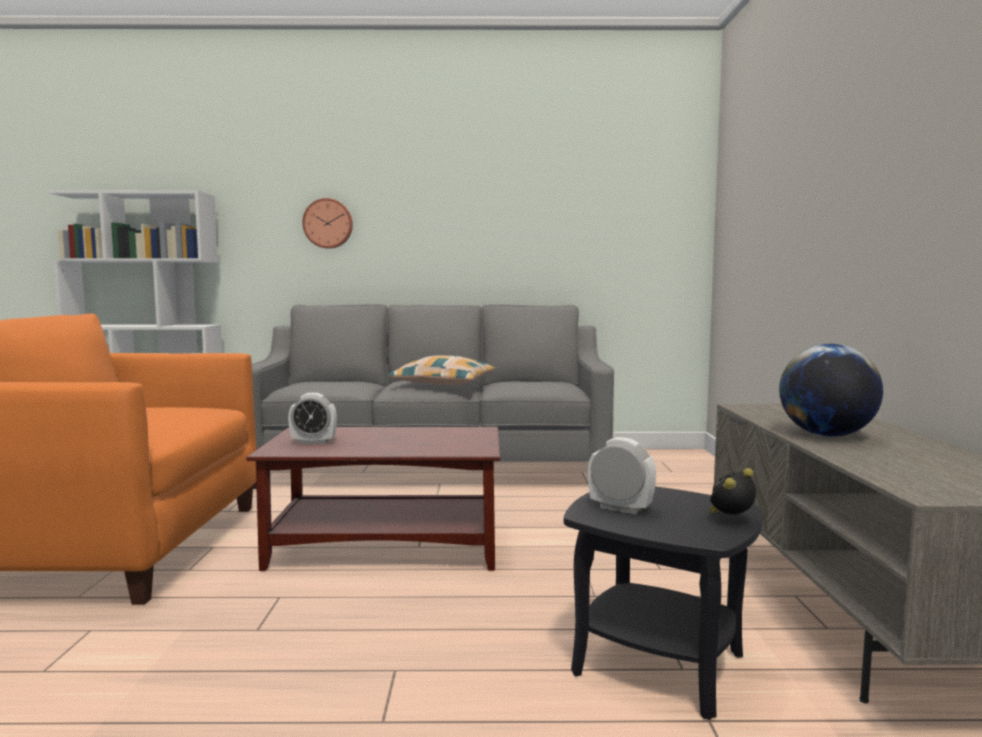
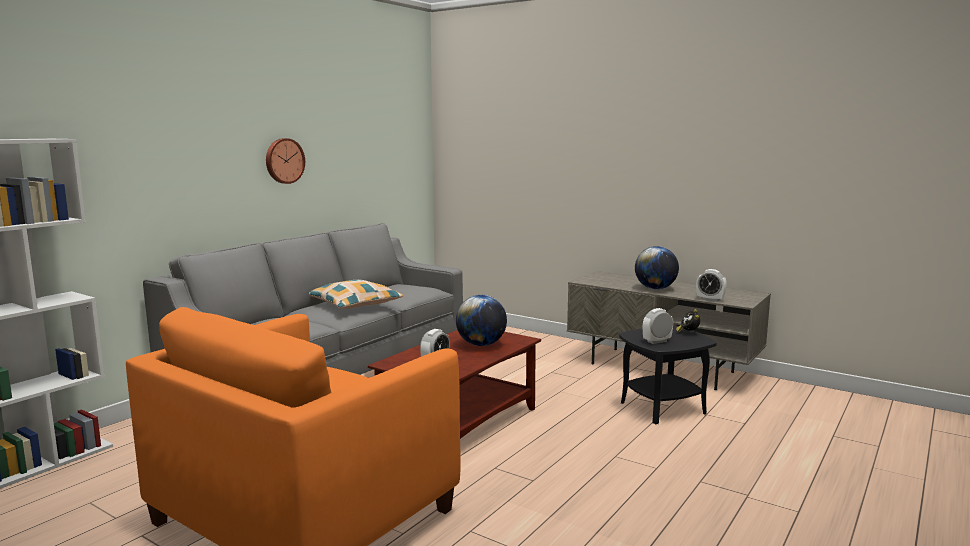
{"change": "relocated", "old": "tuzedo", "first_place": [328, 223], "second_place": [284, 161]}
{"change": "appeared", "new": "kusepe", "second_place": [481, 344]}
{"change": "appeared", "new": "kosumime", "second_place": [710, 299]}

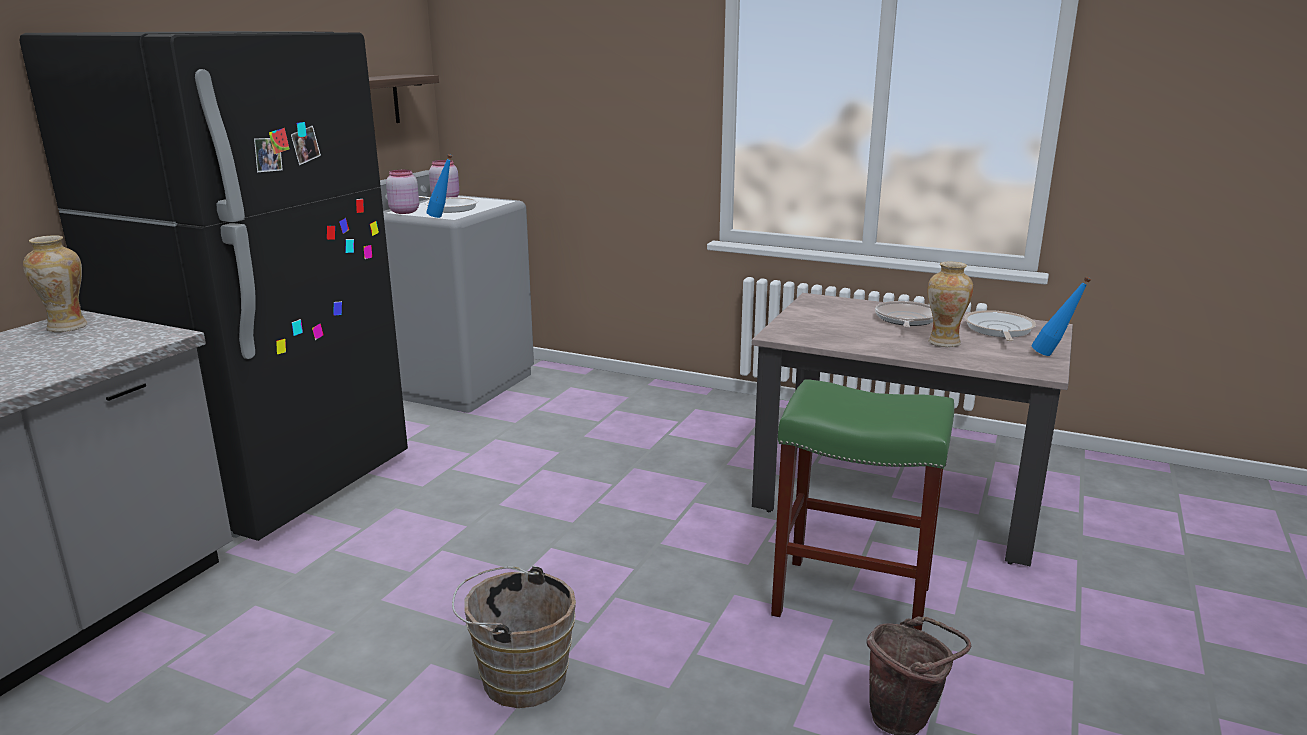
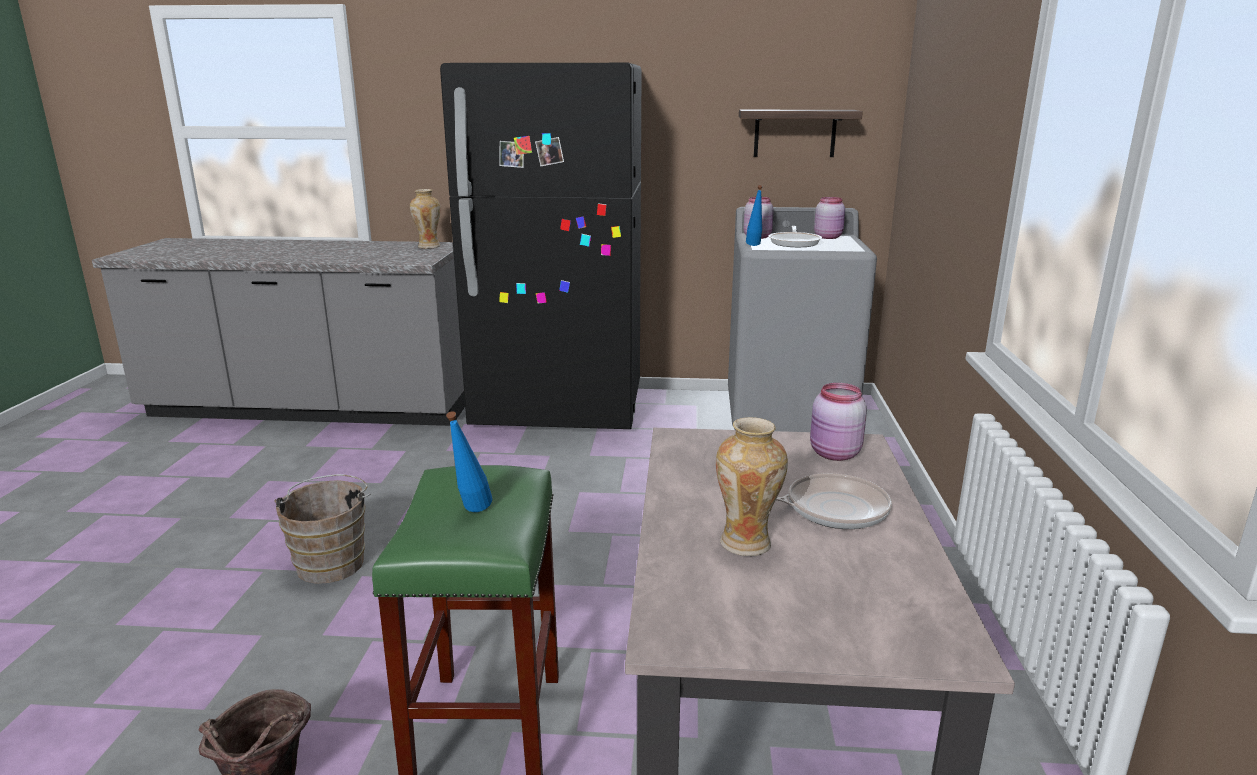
{"change": "relocated", "old": "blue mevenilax", "first_place": [1053, 355], "second_place": [471, 514]}
{"change": "appeared", "new": "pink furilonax", "second_place": [834, 454]}
{"change": "missing", "old": "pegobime", "first_place": [998, 330]}

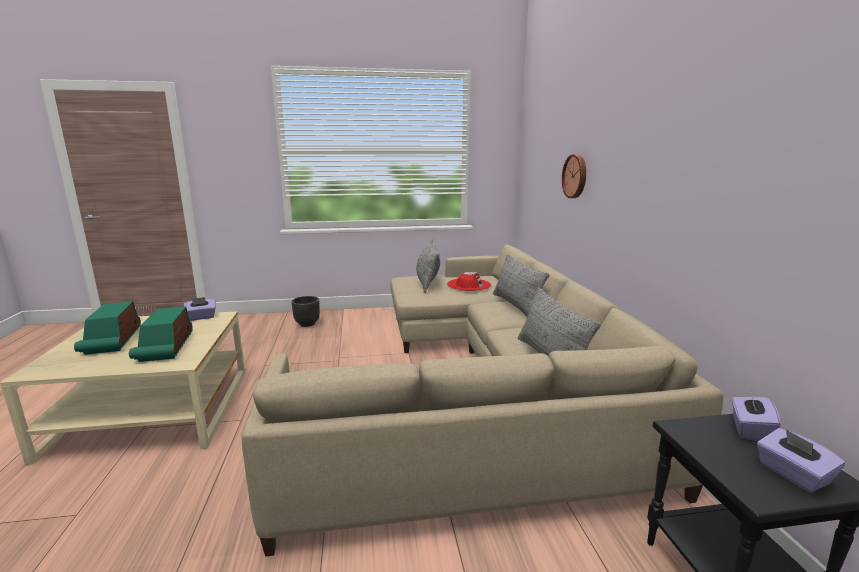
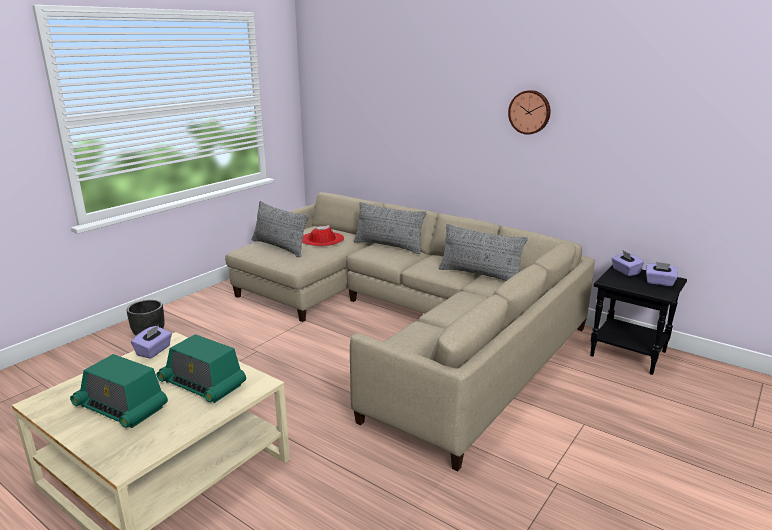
{"change": "relocated", "old": "tuzedo", "first_place": [576, 176], "second_place": [530, 112]}

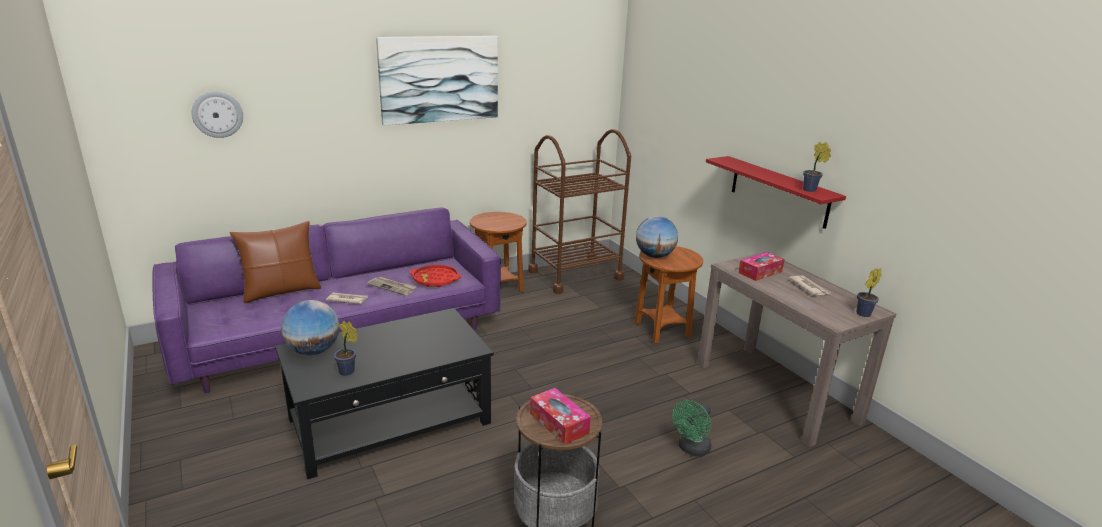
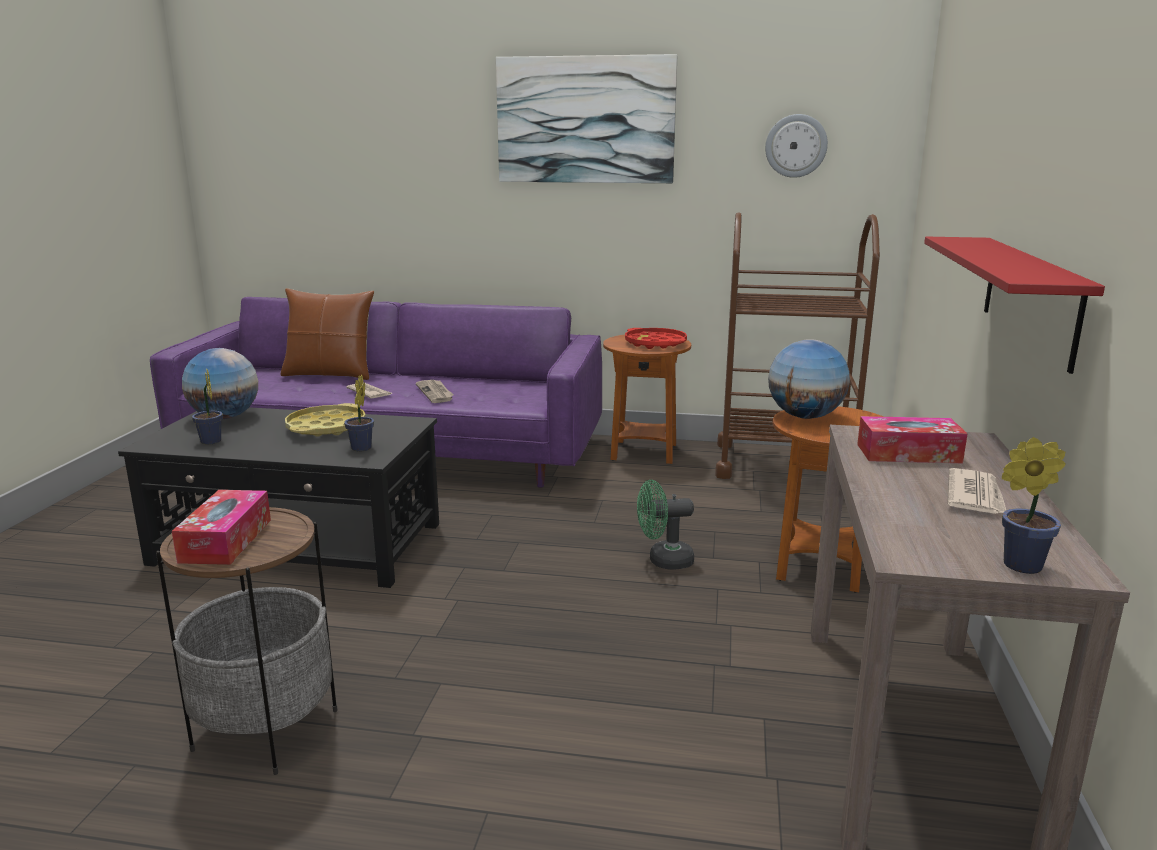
{"change": "appeared", "new": "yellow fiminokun", "second_place": [326, 428]}
{"change": "relocated", "old": "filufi", "first_place": [811, 190], "second_place": [360, 449]}
{"change": "relocated", "old": "red fiminokun", "first_place": [435, 280], "second_place": [655, 343]}
{"change": "relocated", "old": "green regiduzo", "first_place": [691, 449], "second_place": [663, 561]}
{"change": "relocated", "old": "tuzedo", "first_place": [217, 114], "second_place": [796, 146]}

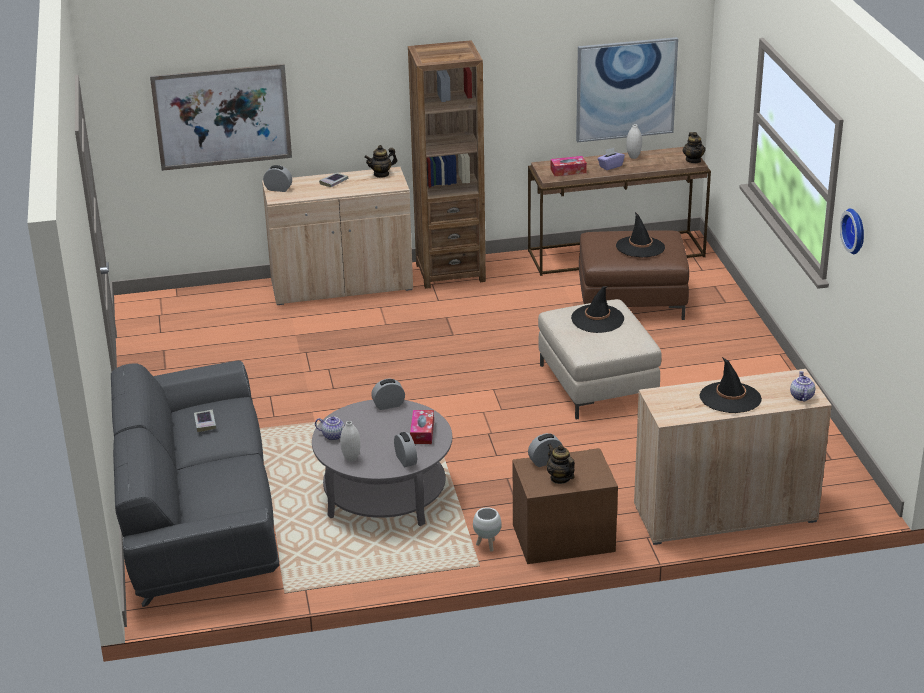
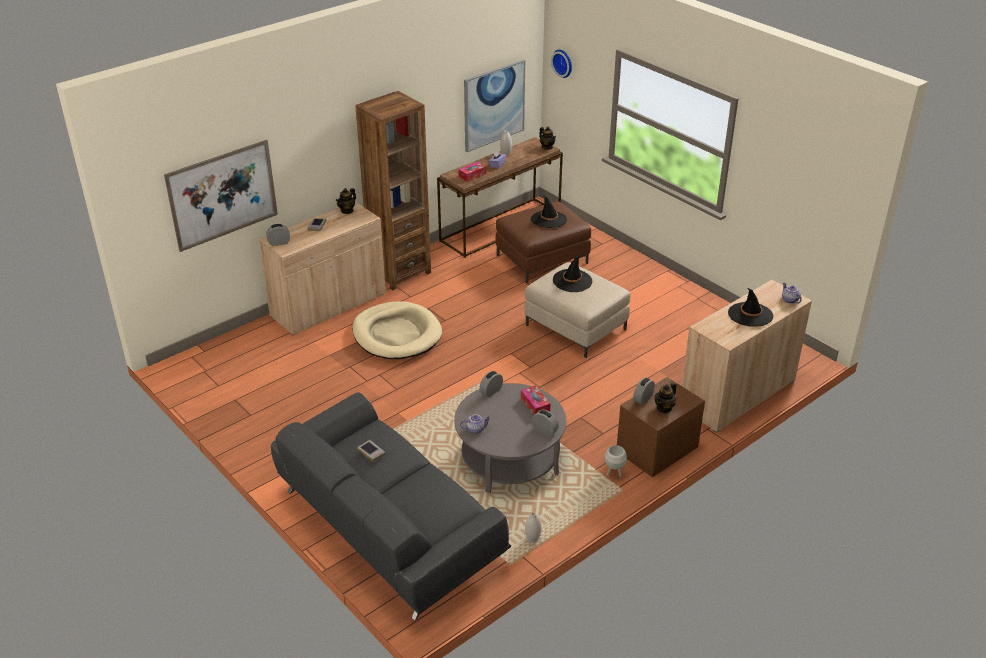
{"change": "appeared", "new": "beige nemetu", "second_place": [396, 334]}
{"change": "relocated", "old": "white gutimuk", "first_place": [351, 459], "second_place": [532, 539]}
{"change": "relocated", "old": "tuzedo", "first_place": [856, 230], "second_place": [563, 63]}
{"change": "spun", "old": "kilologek", "first_place": [560, 478], "second_place": [664, 408], "degrees": -75}

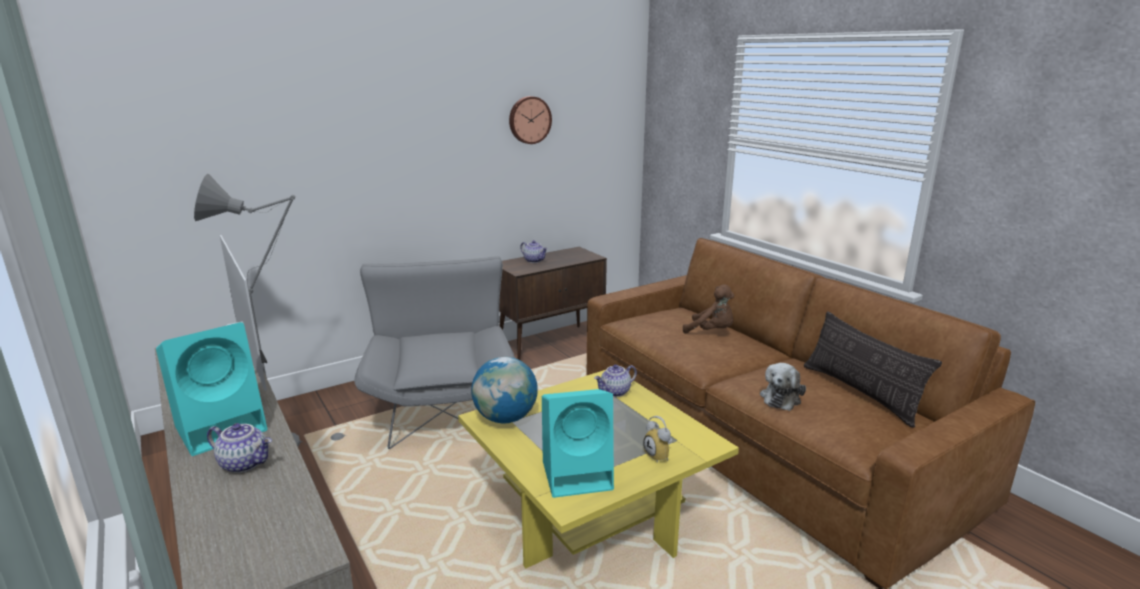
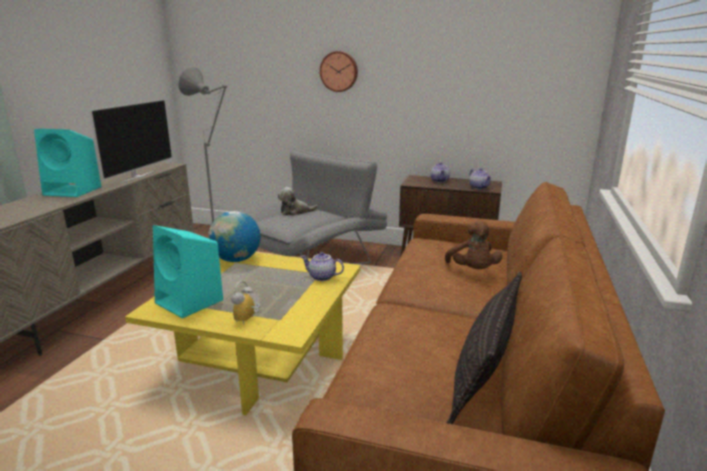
{"change": "relocated", "old": "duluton", "first_place": [781, 397], "second_place": [295, 212]}
{"change": "relocated", "old": "tuzedo", "first_place": [529, 120], "second_place": [339, 71]}
{"change": "relocated", "old": "kilologek", "first_place": [245, 463], "second_place": [479, 187]}

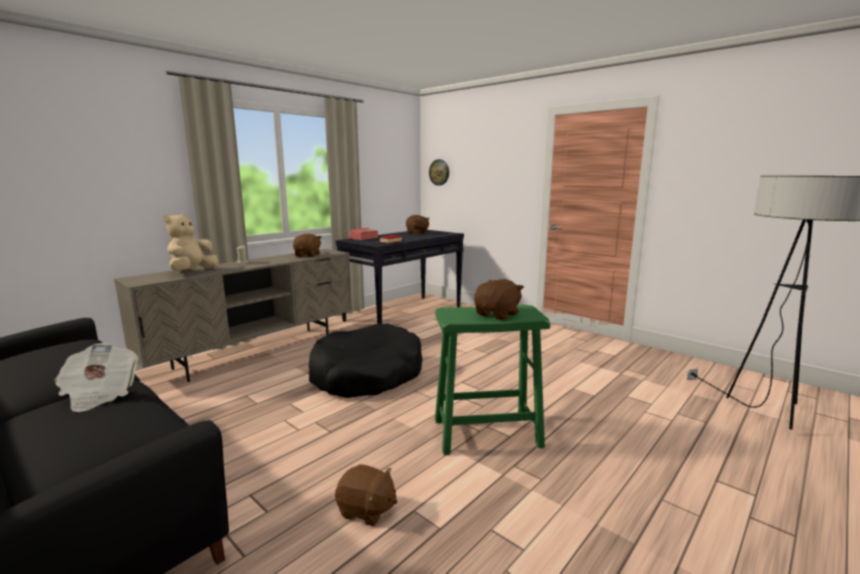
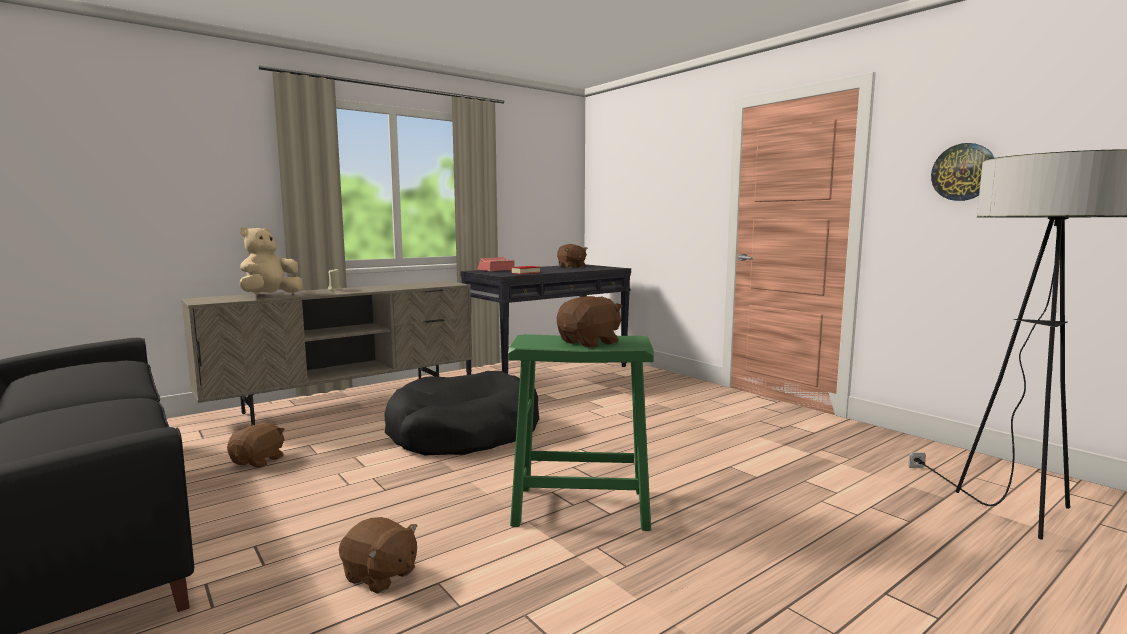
{"change": "relocated", "old": "brown duluton", "first_place": [308, 255], "second_place": [259, 461]}
{"change": "relocated", "old": "tuzedo", "first_place": [439, 172], "second_place": [963, 172]}
{"change": "missing", "old": "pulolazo", "first_place": [100, 393]}

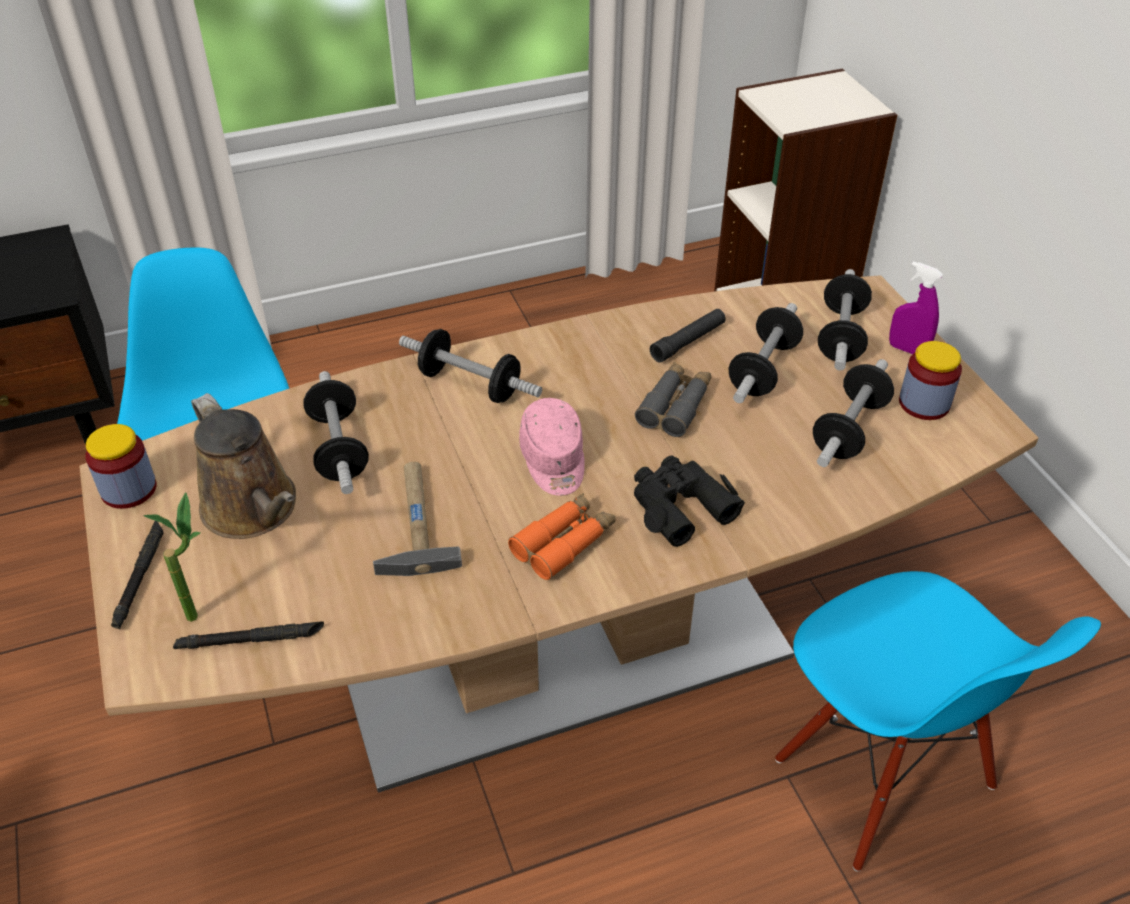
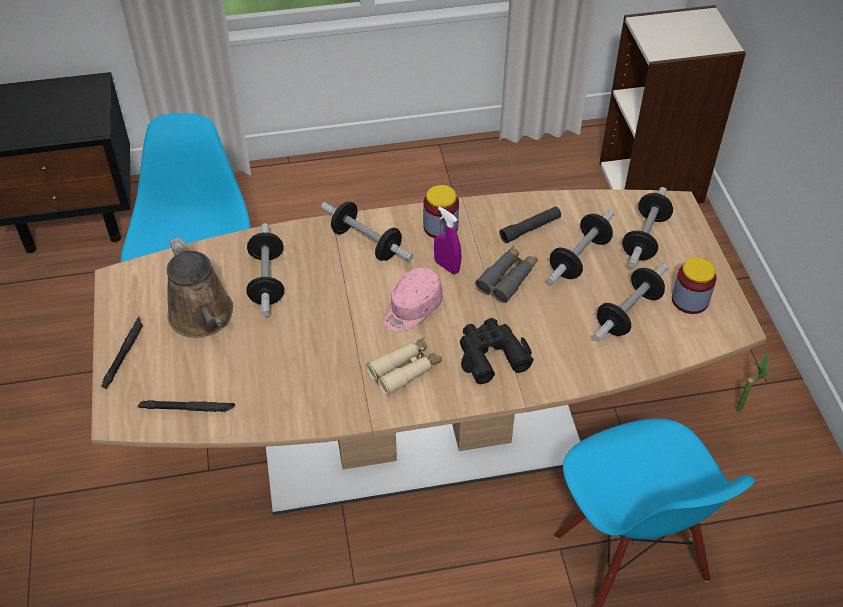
{"change": "colour", "old": "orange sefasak", "new": "beige sefasak", "first_place": [564, 542], "second_place": [405, 370]}
{"change": "spun", "old": "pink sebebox", "first_place": [553, 461], "second_place": [412, 309], "degrees": 45}
{"change": "relocated", "old": "furilonax", "first_place": [129, 489], "second_place": [440, 227]}
{"change": "relocated", "old": "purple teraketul", "first_place": [907, 349], "second_place": [447, 266]}
{"change": "relocated", "old": "filufi", "first_place": [202, 610], "second_place": [743, 407]}
{"change": "missing", "old": "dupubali", "first_place": [413, 521]}

